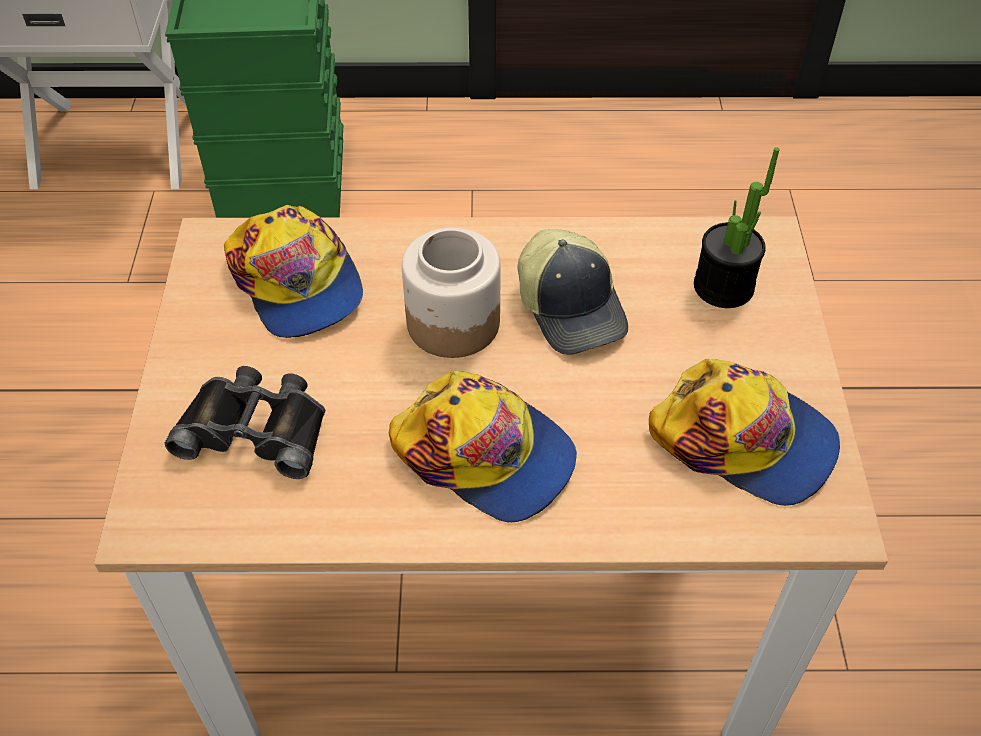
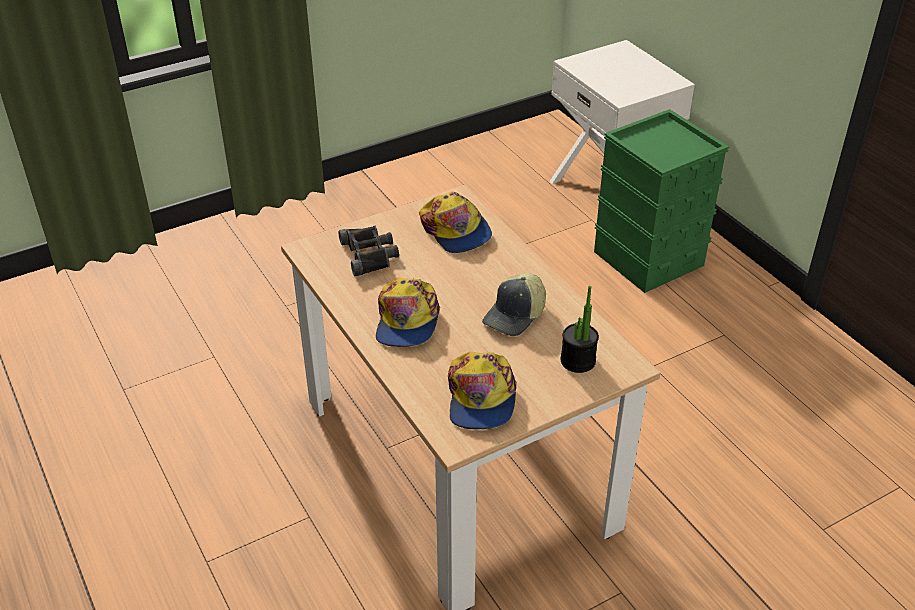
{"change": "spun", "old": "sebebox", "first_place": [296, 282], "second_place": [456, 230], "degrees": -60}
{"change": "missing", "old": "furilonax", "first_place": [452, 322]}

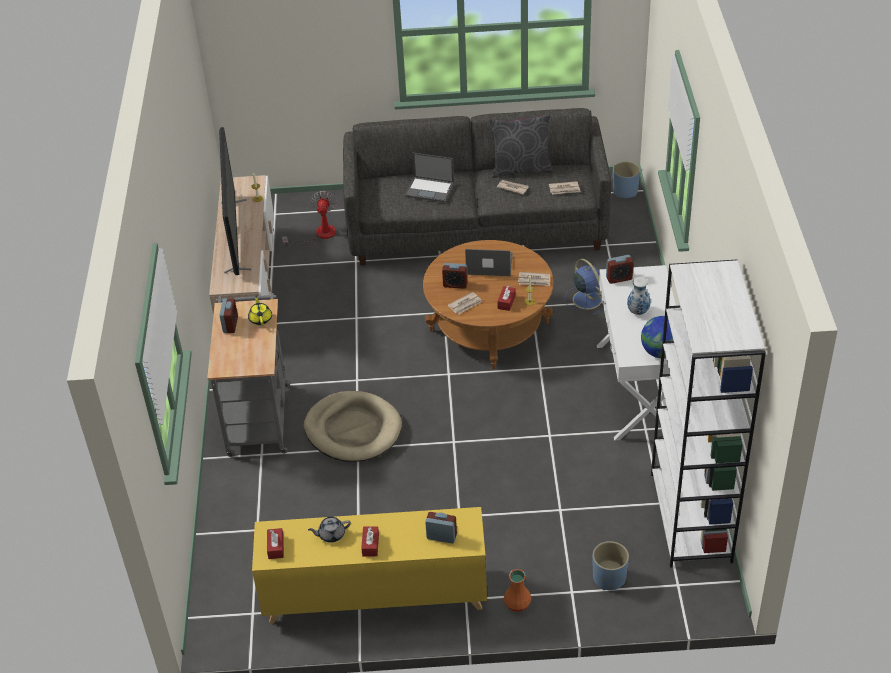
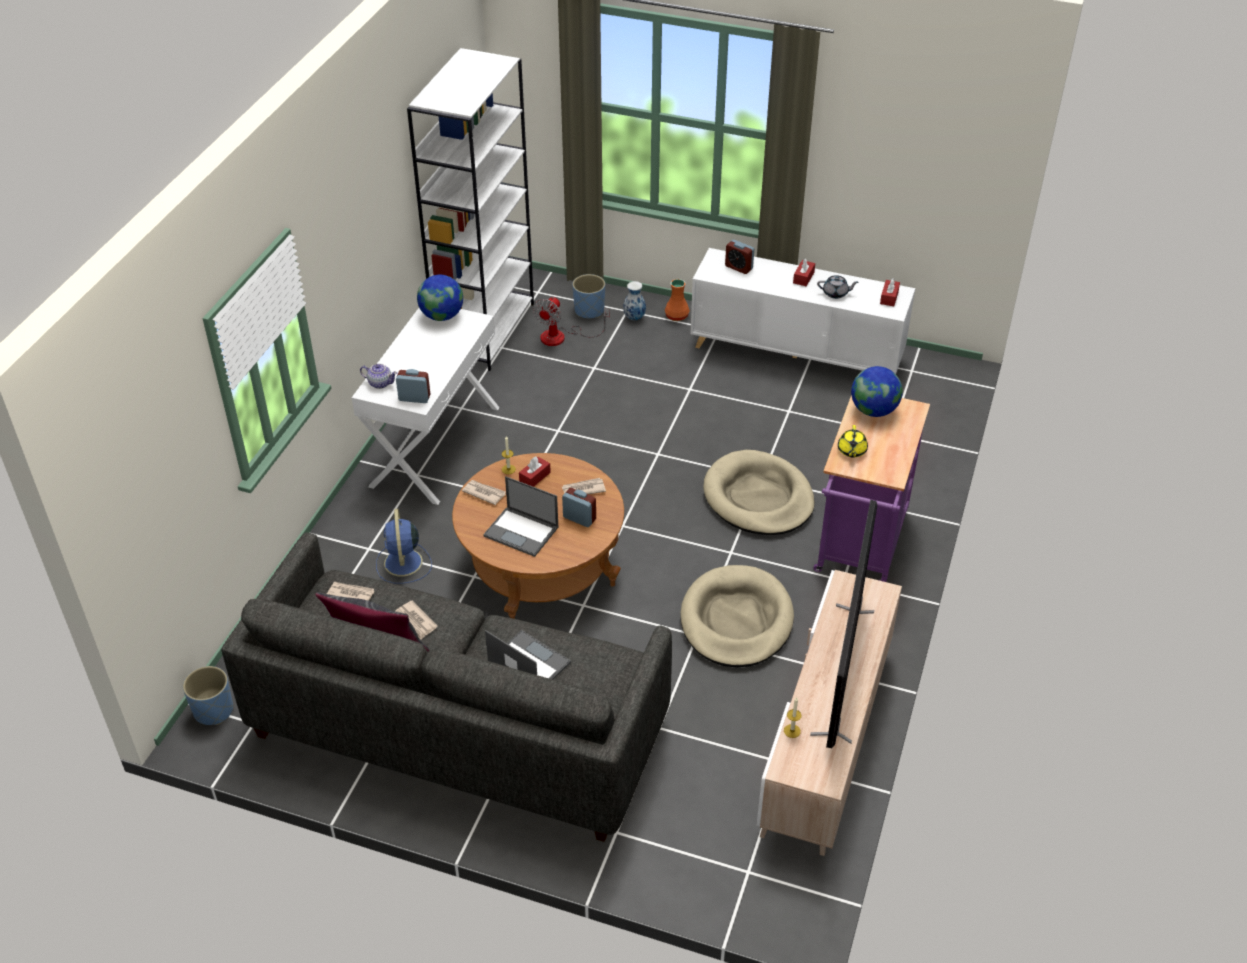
{"change": "appeared", "new": "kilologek", "second_place": [380, 383]}
{"change": "relocated", "old": "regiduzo", "first_place": [319, 235], "second_place": [562, 337]}
{"change": "relocated", "old": "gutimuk", "first_place": [637, 311], "second_place": [634, 318]}
{"change": "appeared", "new": "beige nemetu", "second_place": [736, 620]}
{"change": "colour", "old": "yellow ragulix", "new": "white ragulix", "first_place": [374, 595], "second_place": [797, 353]}
{"change": "colour", "old": "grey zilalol", "new": "purple zilalol", "first_place": [258, 415], "second_place": [860, 547]}
{"change": "appeared", "new": "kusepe", "second_place": [873, 410]}
{"change": "missing", "old": "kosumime", "first_place": [230, 325]}

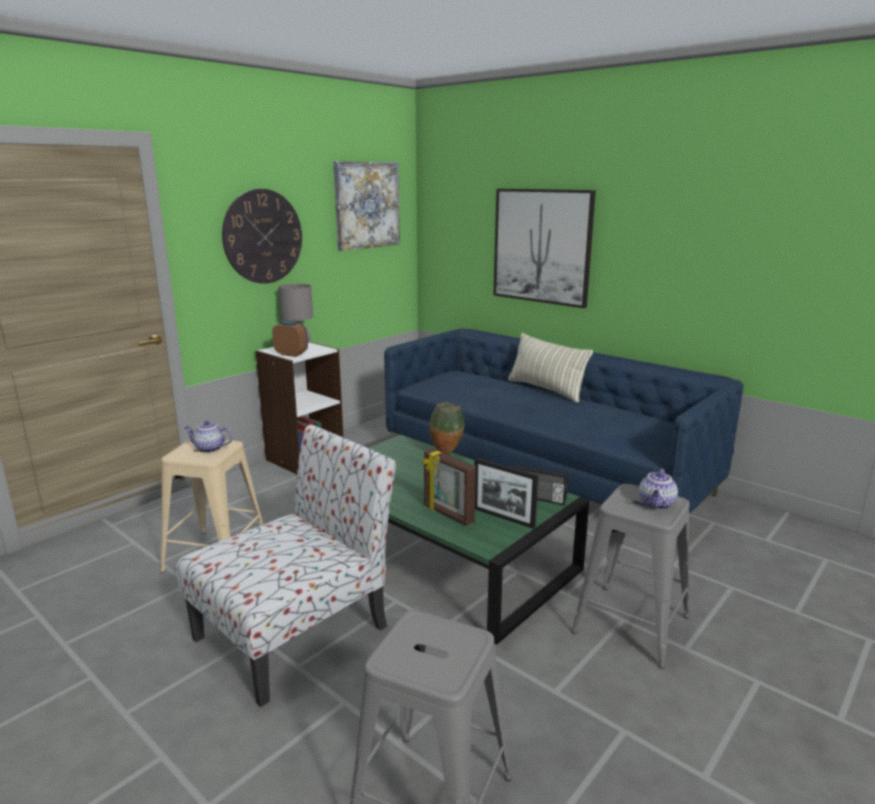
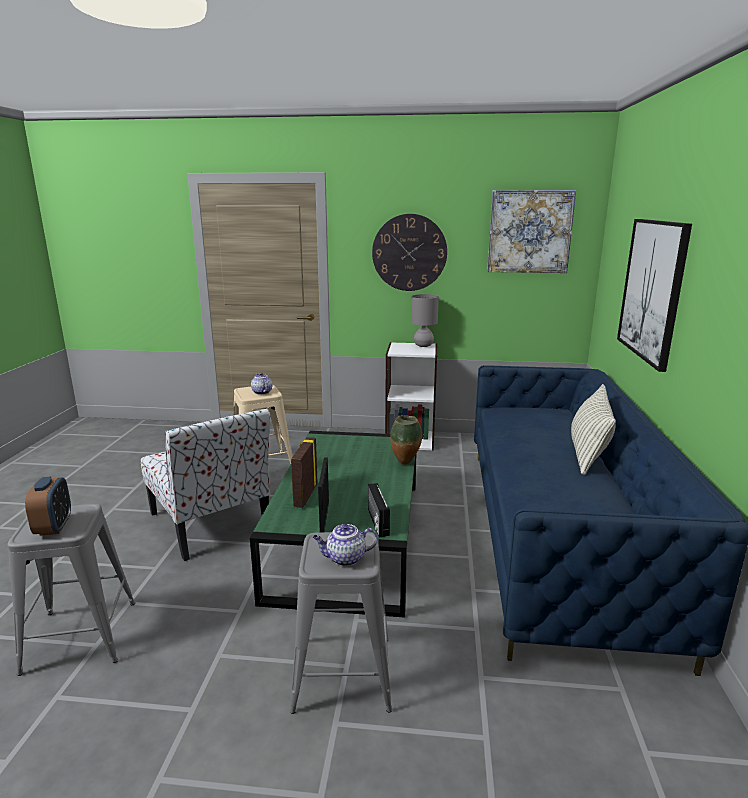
{"change": "relocated", "old": "kosumime", "first_place": [291, 354], "second_place": [54, 527]}
{"change": "spun", "old": "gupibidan", "first_place": [296, 630], "second_place": [211, 523], "degrees": 45}

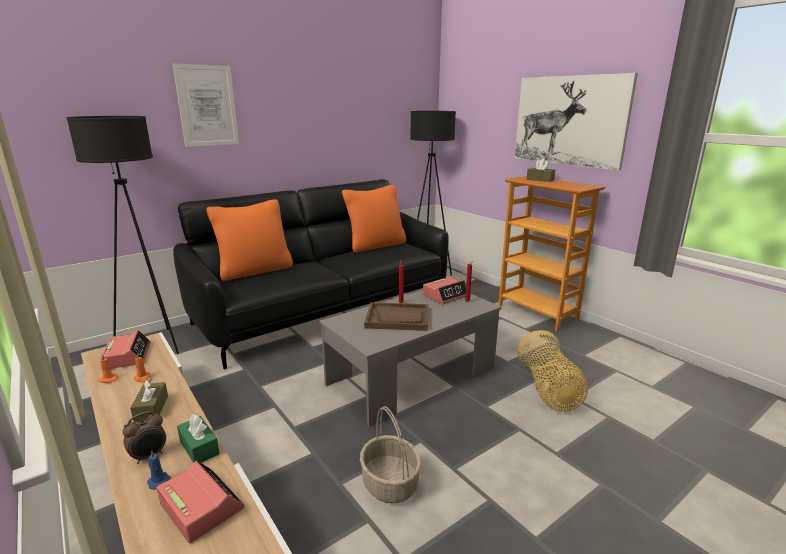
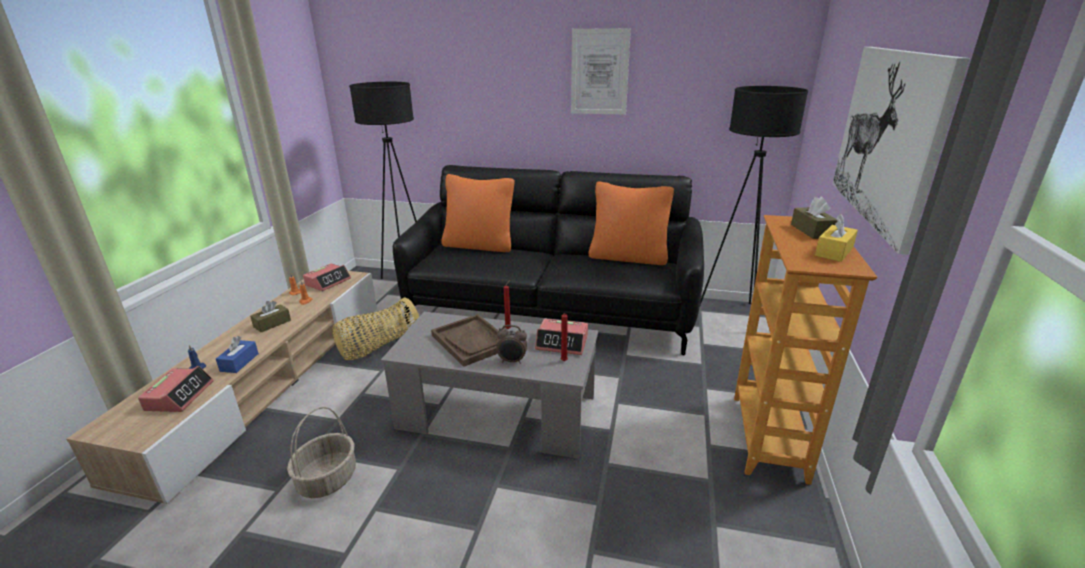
{"change": "colour", "old": "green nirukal", "new": "blue nirukal", "first_place": [199, 447], "second_place": [239, 362]}
{"change": "relocated", "old": "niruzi", "first_place": [548, 390], "second_place": [378, 347]}
{"change": "relocated", "old": "kosumime", "first_place": [149, 456], "second_place": [512, 361]}
{"change": "relocated", "old": "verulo", "first_place": [207, 106], "second_place": [599, 72]}
{"change": "appeared", "new": "yellow nirukal", "second_place": [834, 252]}

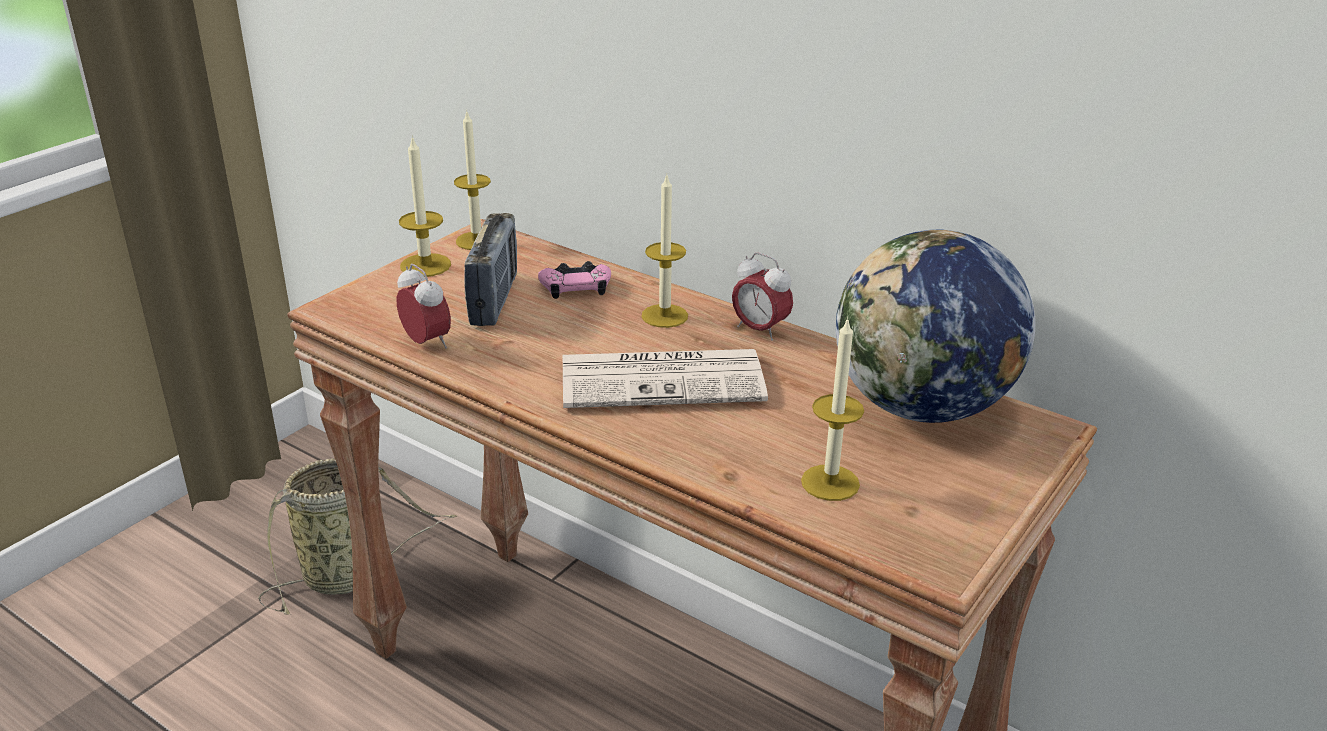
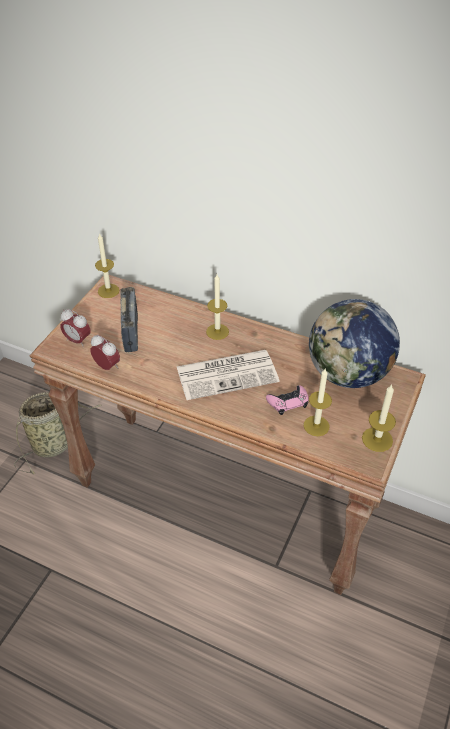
{"change": "relocated", "old": "kosumime", "first_place": [760, 330], "second_place": [78, 341]}
{"change": "relocated", "old": "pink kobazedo", "first_place": [576, 286], "second_place": [288, 402]}
{"change": "relocated", "old": "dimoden", "first_place": [425, 265], "second_place": [377, 439]}

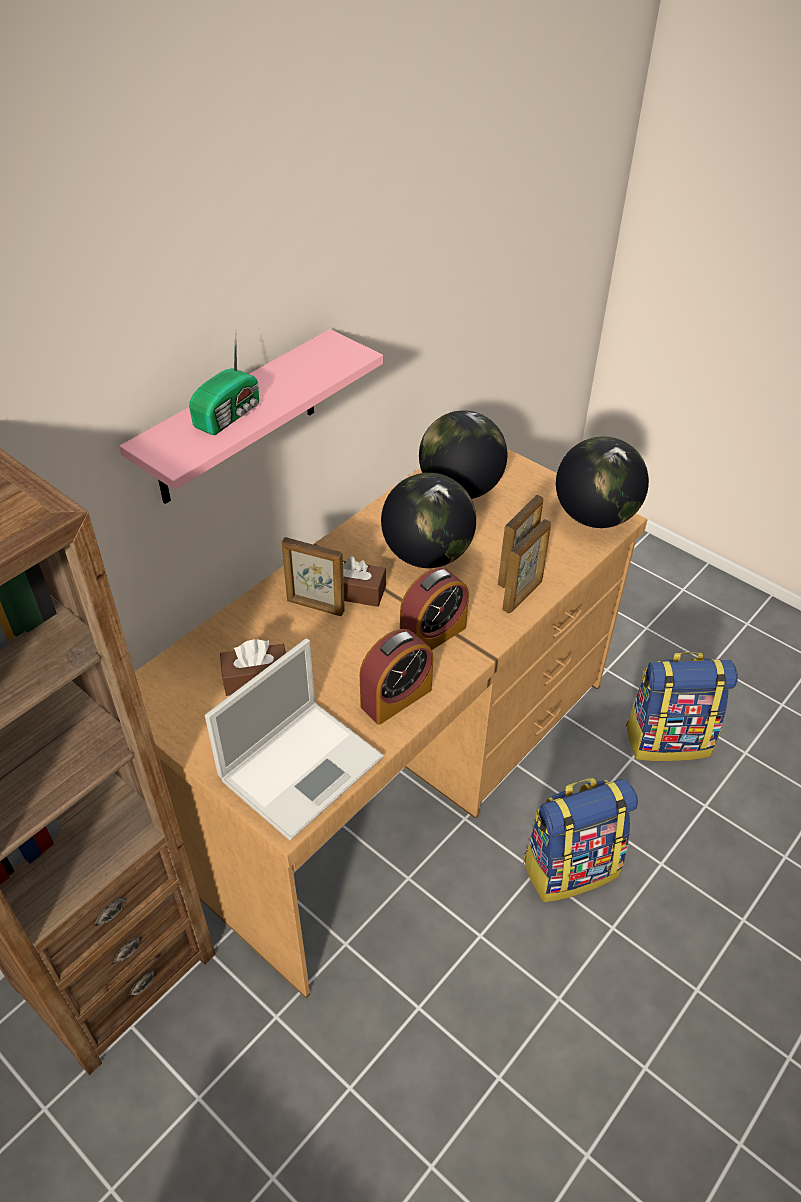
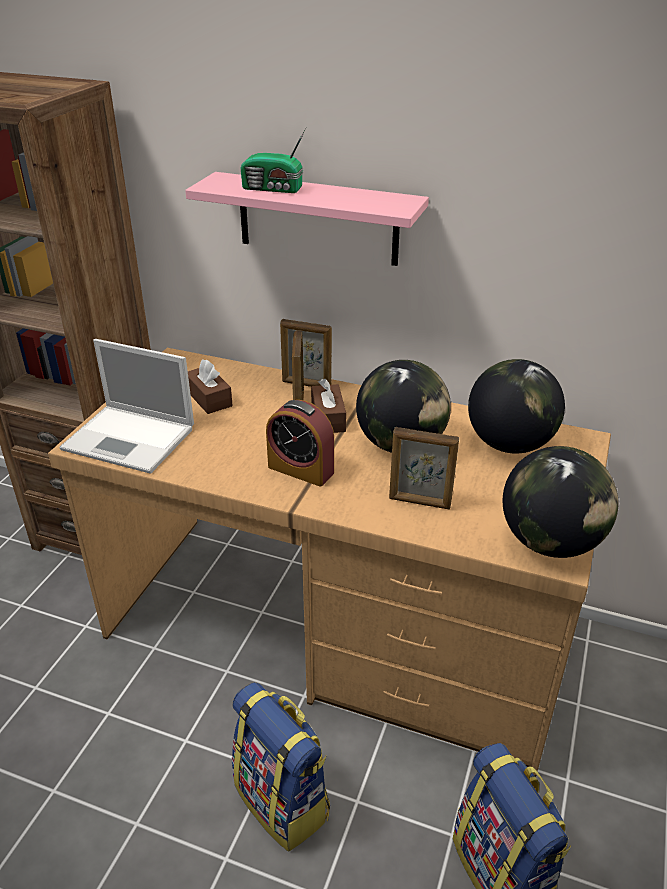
{"change": "relocated", "old": "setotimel", "first_place": [523, 595], "second_place": [306, 384]}
{"change": "missing", "old": "kosumime", "first_place": [396, 698]}

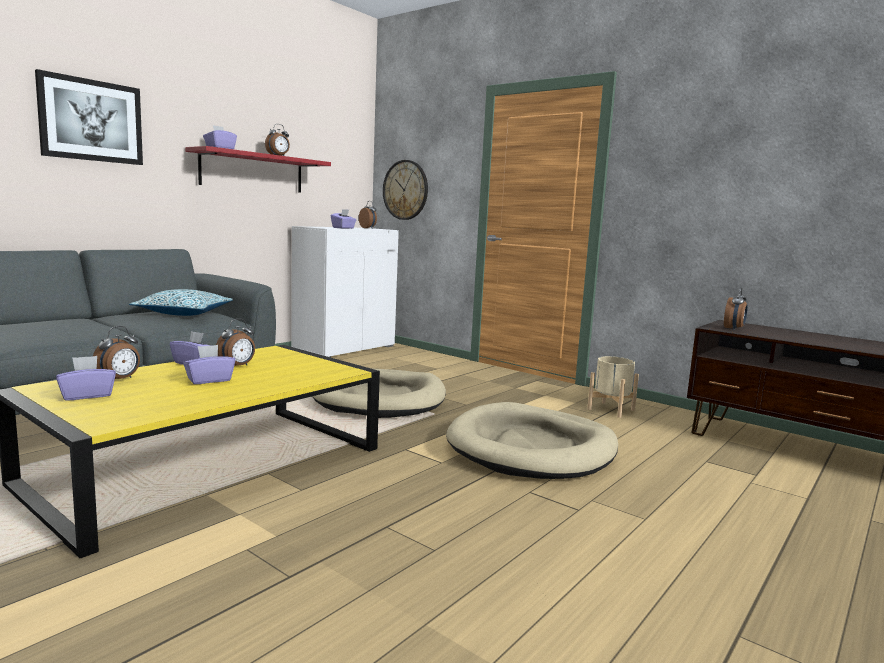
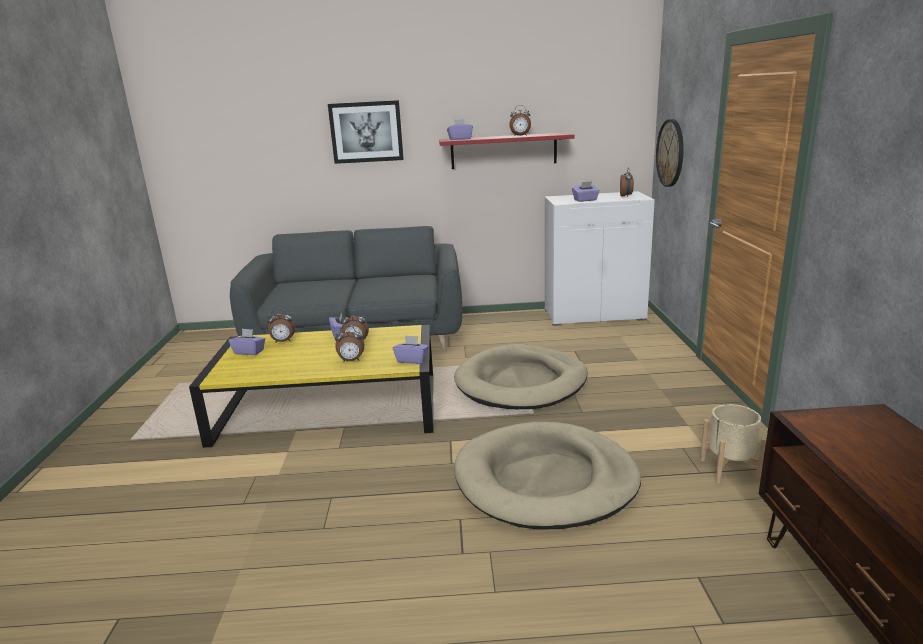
{"change": "relocated", "old": "kosumime", "first_place": [734, 328], "second_place": [351, 361]}
{"change": "relocated", "old": "purple nirukal", "first_place": [209, 380], "second_place": [412, 360]}
{"change": "missing", "old": "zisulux", "first_place": [184, 313]}

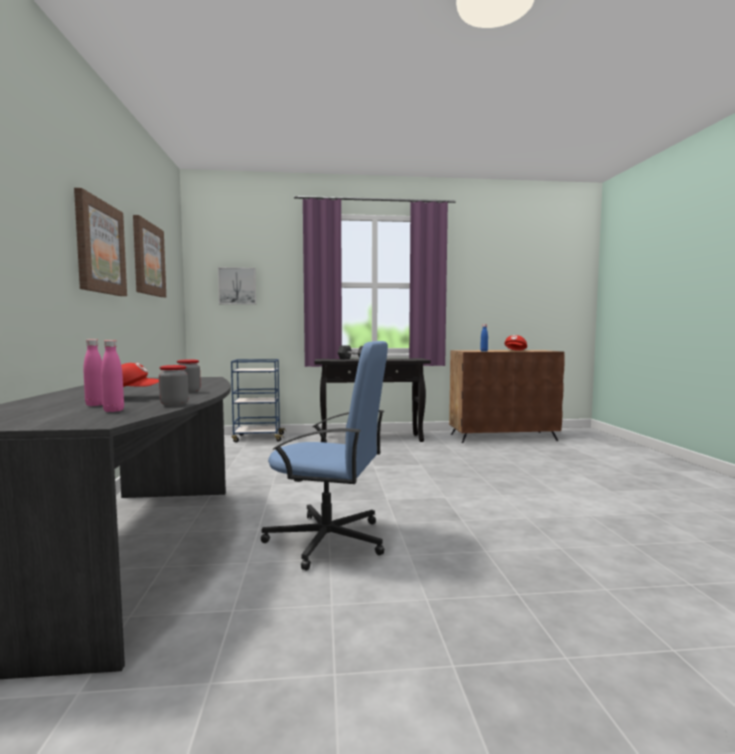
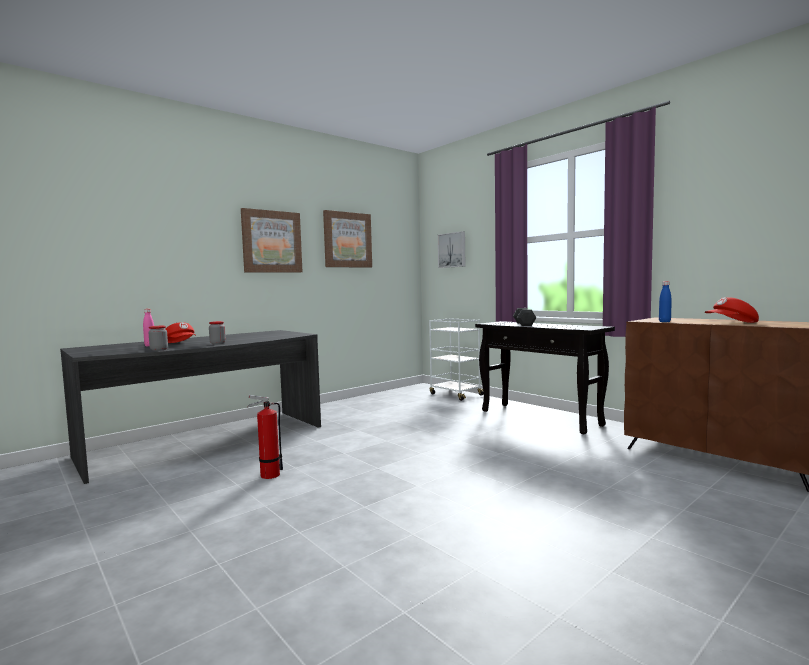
{"change": "exchanged", "old": "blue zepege", "new": "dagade", "first_place": [328, 540], "second_place": [267, 475]}
{"change": "colour", "old": "blue zilalol", "new": "white zilalol", "first_place": [258, 438], "second_place": [455, 394]}
{"change": "missing", "old": "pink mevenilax", "first_place": [113, 410]}

